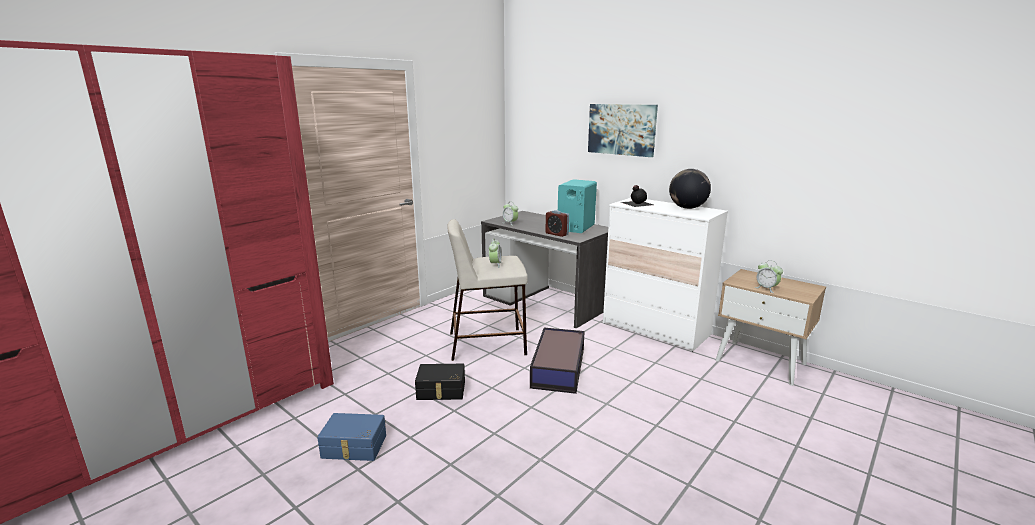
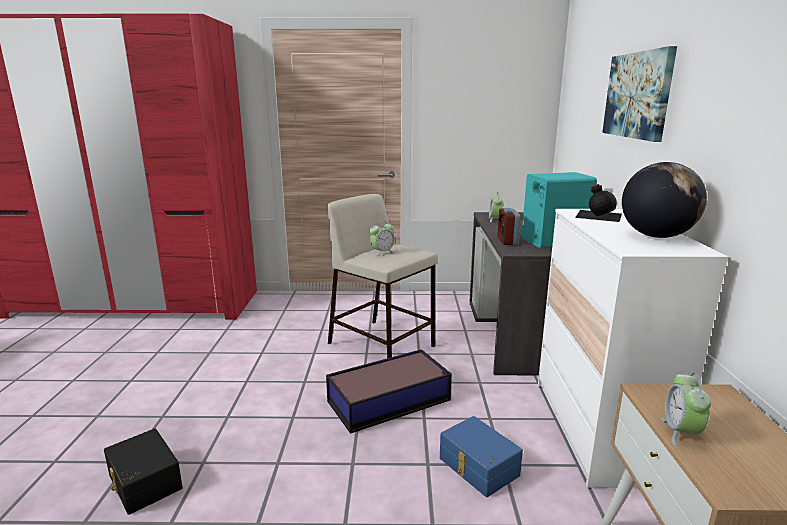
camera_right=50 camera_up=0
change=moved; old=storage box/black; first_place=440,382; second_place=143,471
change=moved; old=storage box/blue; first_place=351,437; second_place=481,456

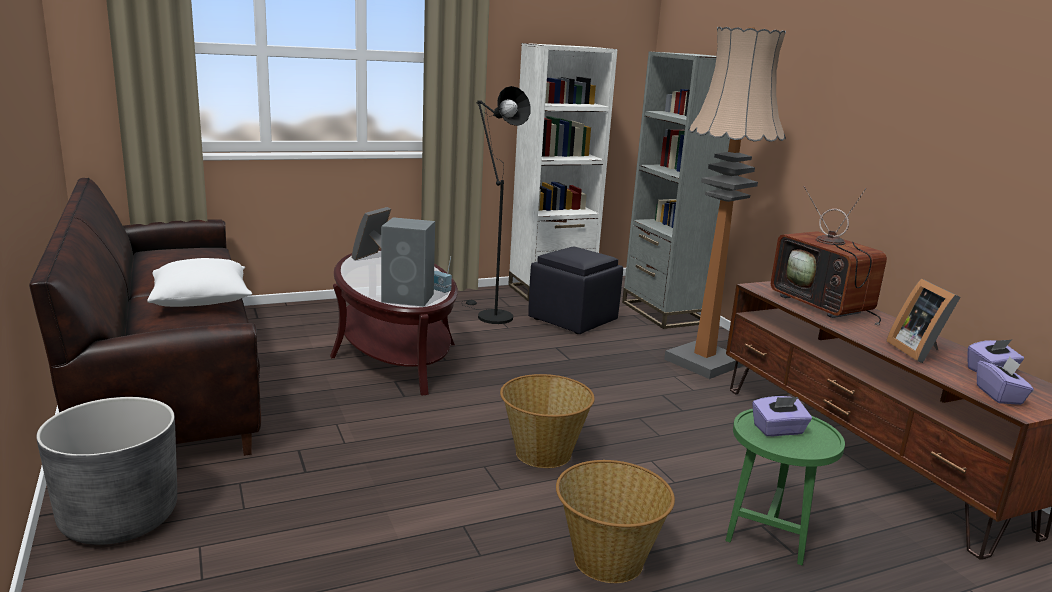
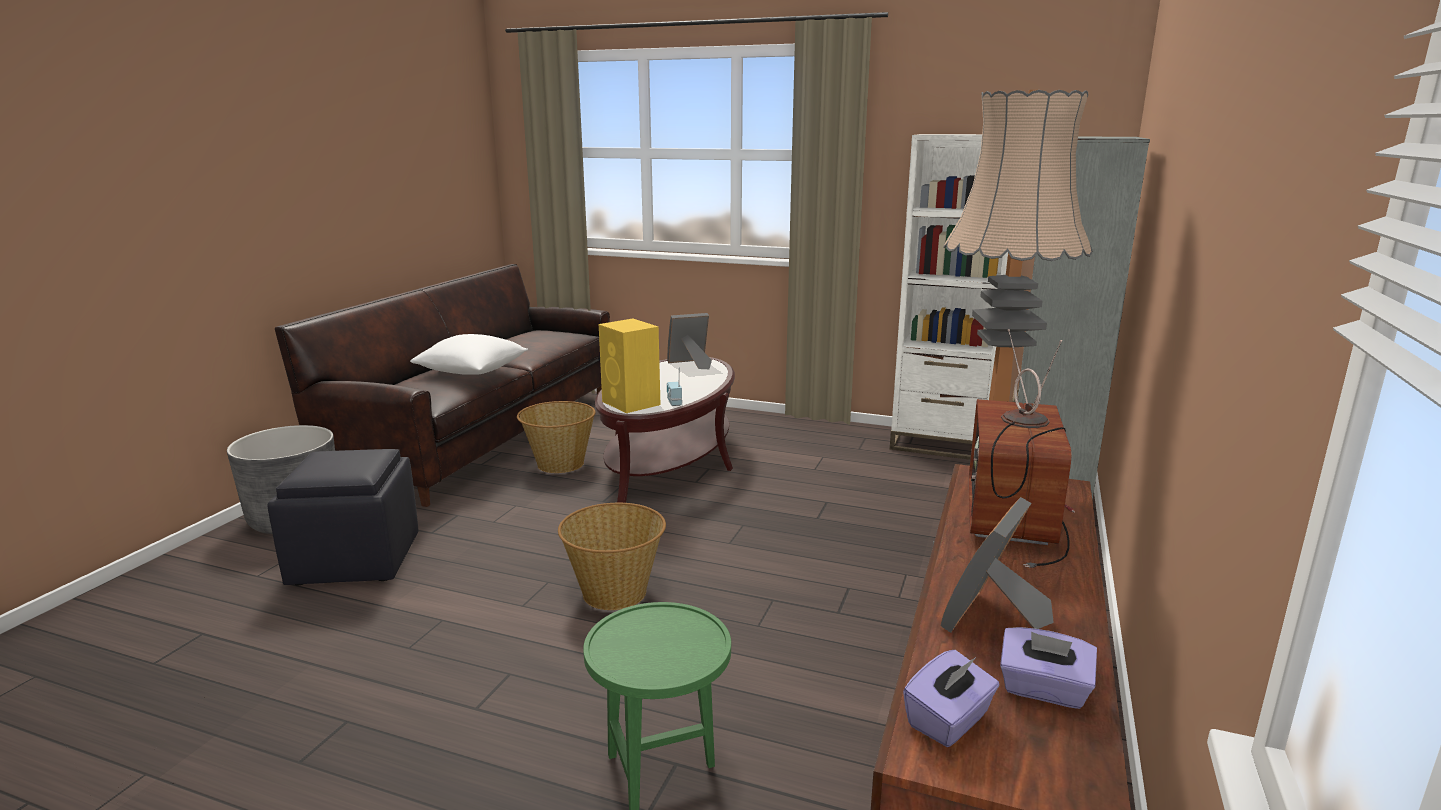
camera_right=45 camera_up=0
change=moved; old=ottoman/black; first_place=575,290; second_place=343,517
change=moved; old=household basket; first_place=615,521; second_place=556,437
change=recoloured; old=audio speaker/greyish; new=audio speaker/yellow; first_place=408,261; second_place=629,366
change=removed; old=standard lamp/black; first_place=496,205
change=removed; old=tissue box/purplish; first_place=782,416

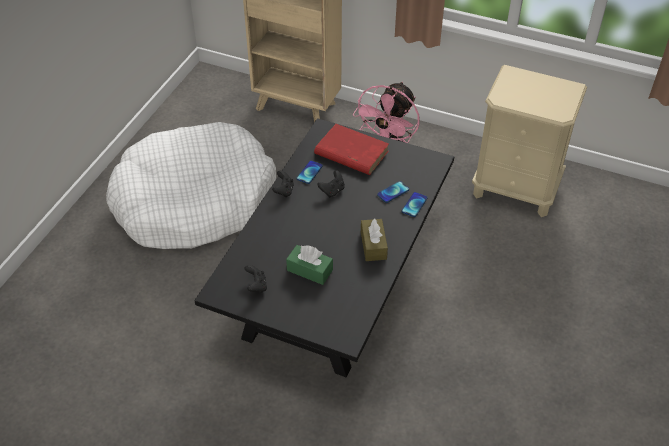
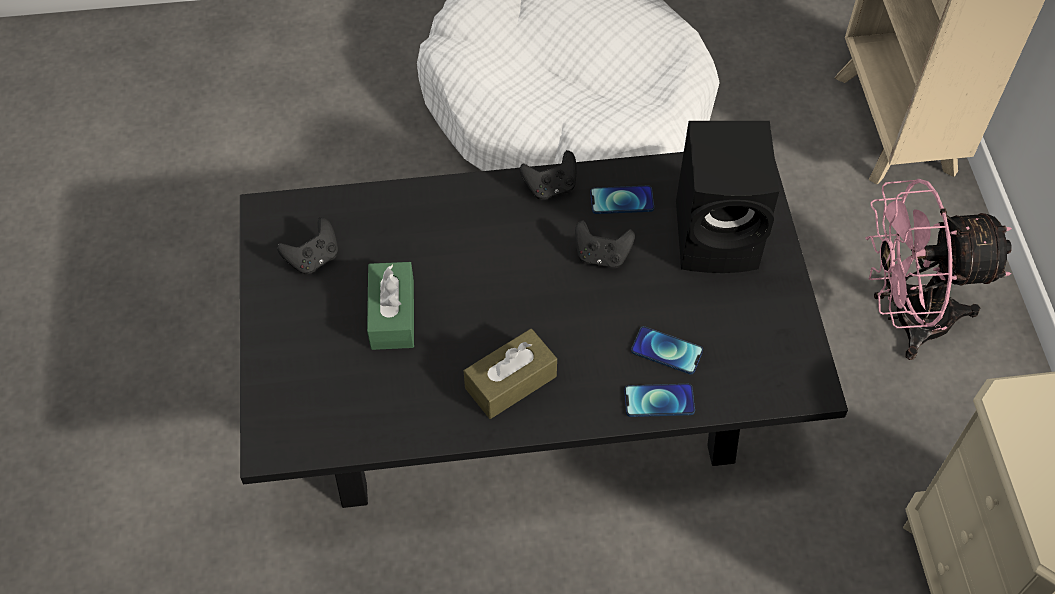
camera_right=60 camera_up=10
change=replaced; old=bound book/red-coloured; new=audio speaker/black; first_place=351,149; second_place=727,197

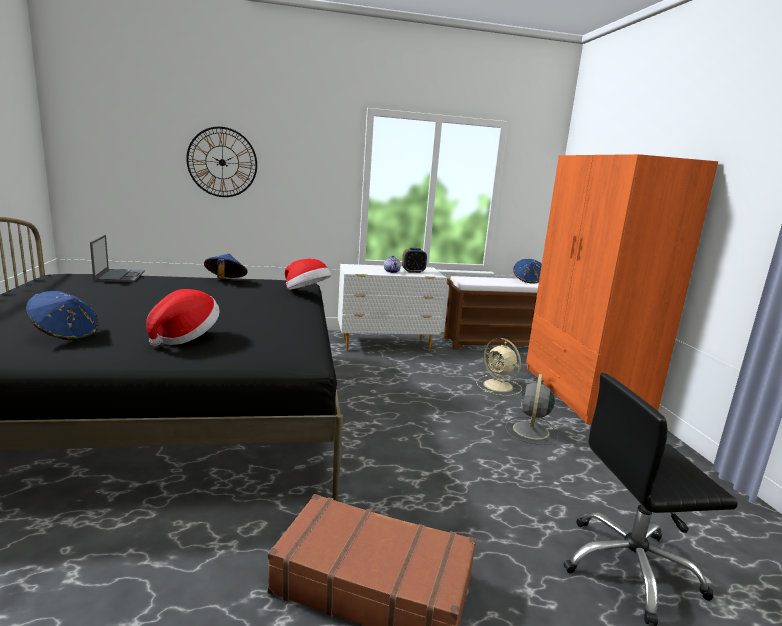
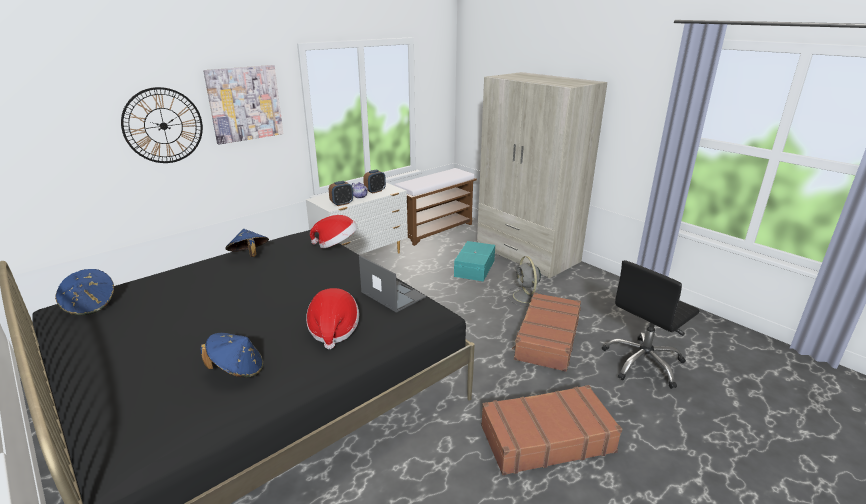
camera_right=-30 camera_up=10
change=moved; old=clothing hat/blue; first_place=527,271; second_place=85,292
change=added; new=wall art; second_place=243,105
change=added; new=alarm clock; second_place=341,193
change=moved; old=laptop; first_place=117,258; second_place=392,284
change=replaced; old=cooling fan/beige-coloured; new=storage box/turquoise; first_place=499,367; second_place=474,261
change=recoloured; old=armoire/orange-coloured; new=armoire/beige-coloured; first_place=622,289; second_place=542,175
change=added; new=piece of luggage/brown-coloured; second_place=546,332

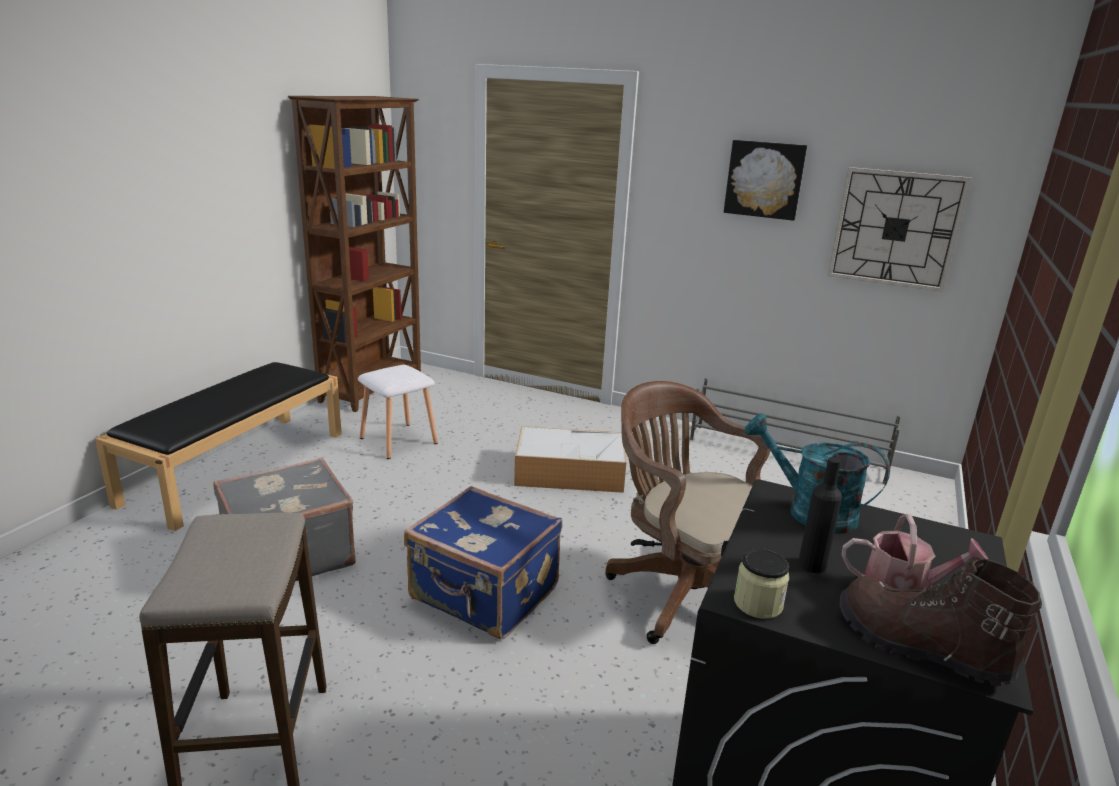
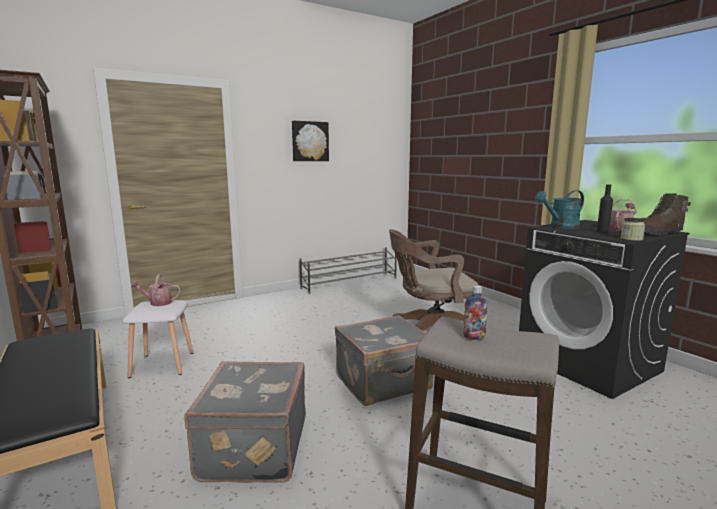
camera_right=-55 camera_up=-10
change=added; new=sprinkling can; second_place=156,290
change=recoloured; old=piece of luggage/blue; new=piece of luggage/greyish; first_place=483,563; second_place=384,360
change=added; new=bottle; second_place=475,312
change=removed; old=storage box; first_place=570,459
change=removed; old=hanging clock; first_place=899,229

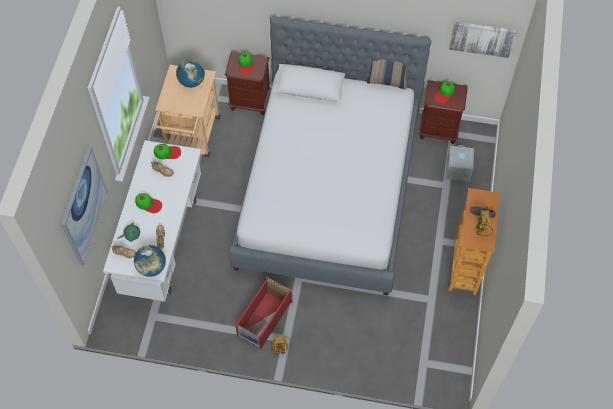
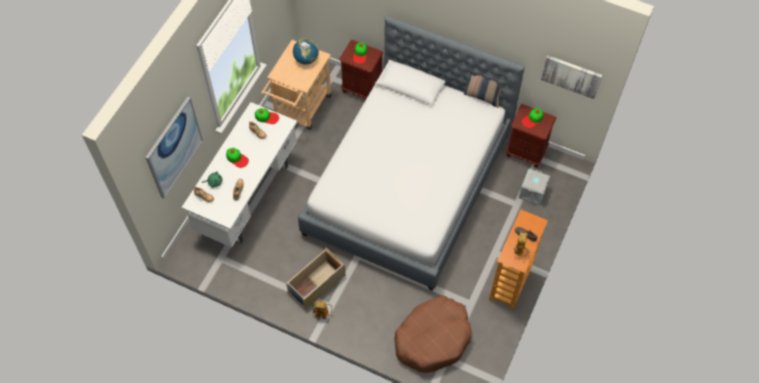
camera_right=15 camera_up=0
change=recoloured; old=storage box/red-coloured; new=storage box/beige-coloured; first_place=263,313; second_place=316,278
change=added; new=dog cushion/brown-coloured; second_place=433,334
change=removed; old=globe; first_place=150,261

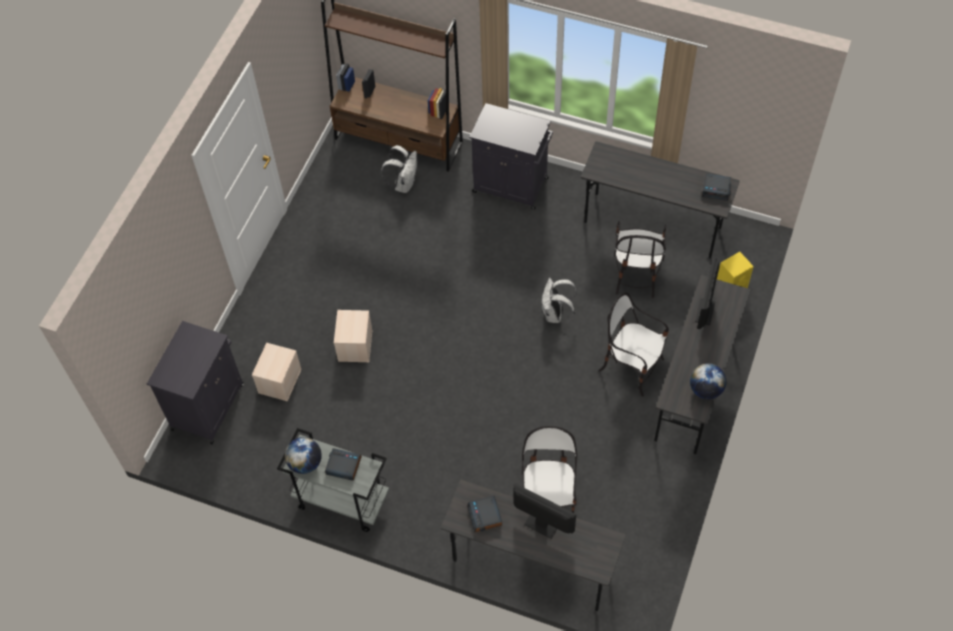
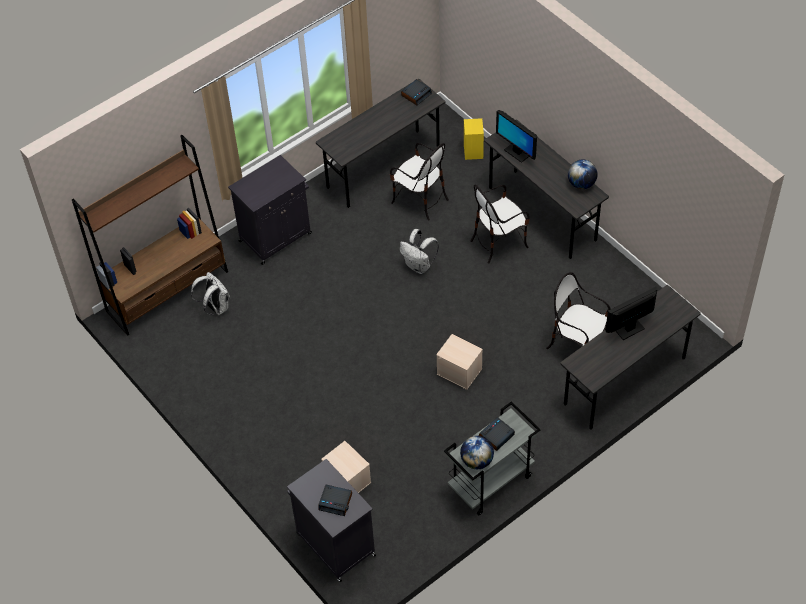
camera_right=-60 camera_up=-5
change=moved; old=alarm clock; first_place=484,514; second_place=335,500
change=moved; old=storage box/beige-coloured; first_place=353,336; second_place=459,362

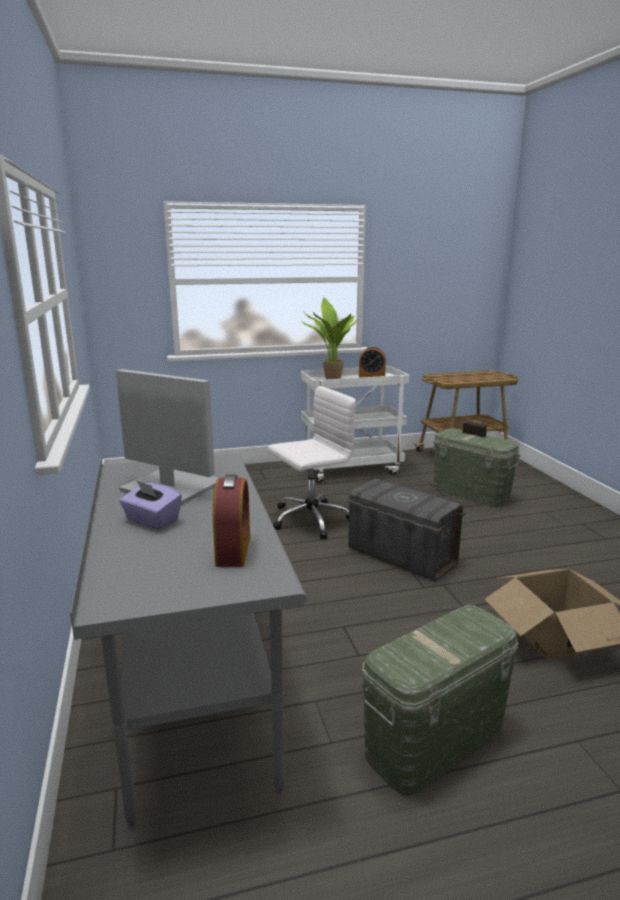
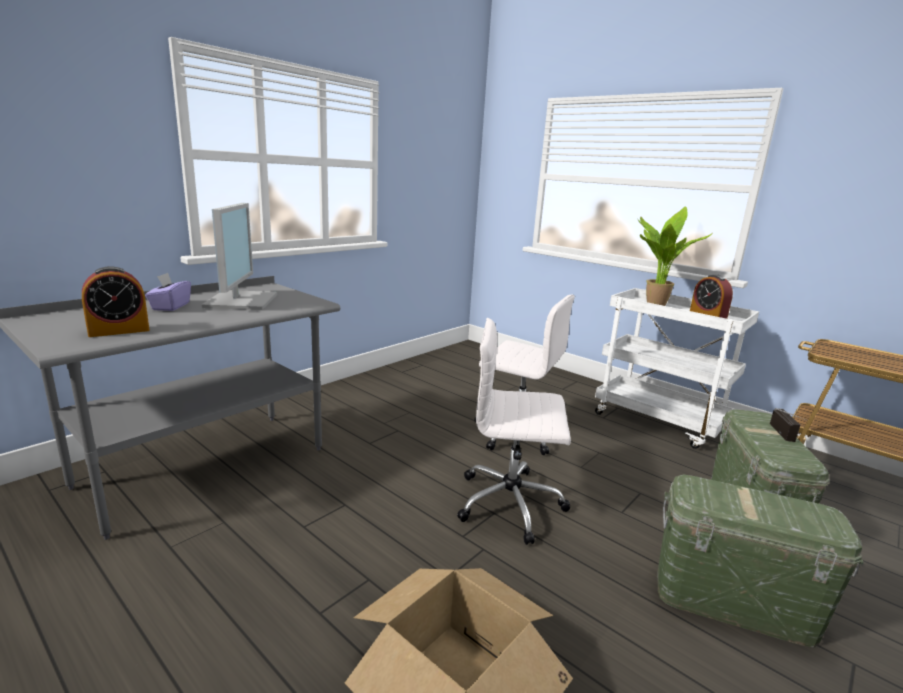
camera_right=55 camera_up=0
change=replaced; old=storage box/greyish; new=desk chair/white-coloured; first_place=406,530; second_place=514,431
change=moved; old=storage box/greenish; first_place=439,700; second_place=761,561

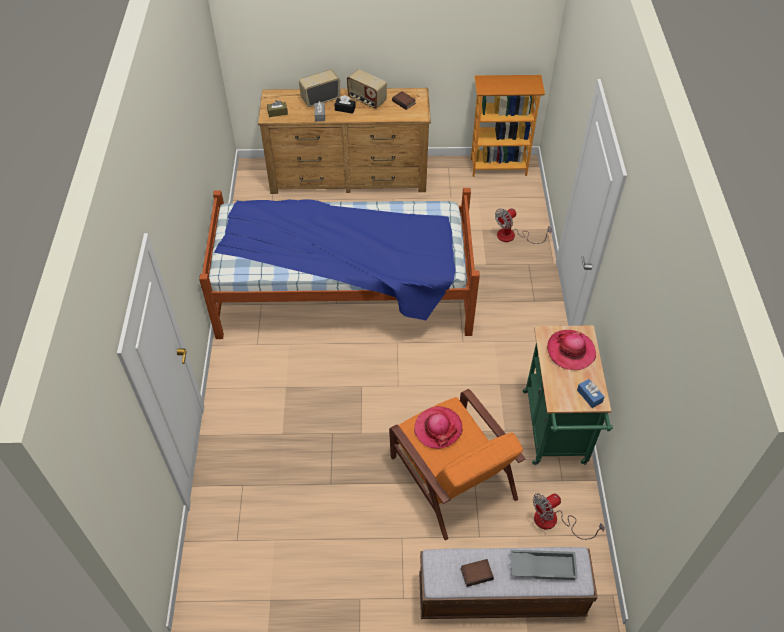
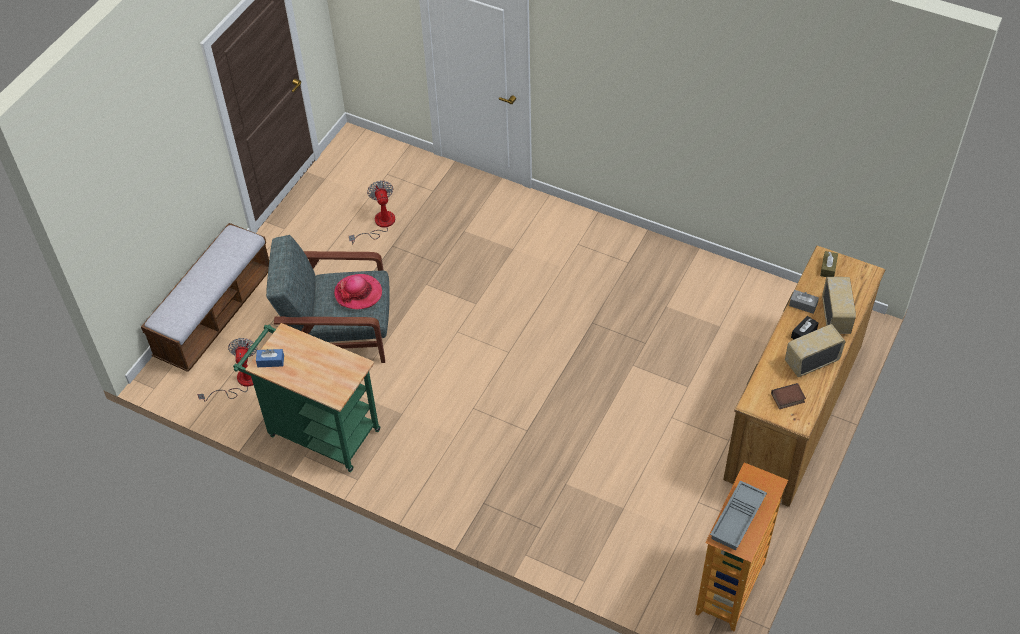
camera_right=120 camera_up=0
change=recoloured; old=lounge chair/orange-coloured; new=lounge chair/greyish; first_place=457,465; second_place=328,299
change=moved; old=cooling fan; first_place=523,226; second_place=372,212
change=moved; old=serving tray/greyish; first_place=544,565; second_place=738,515
change=removed; old=sleeping bed; first_place=339,263
change=removed; old=bound book; first_place=477,573
change=removed; old=clothing hat; first_place=571,350

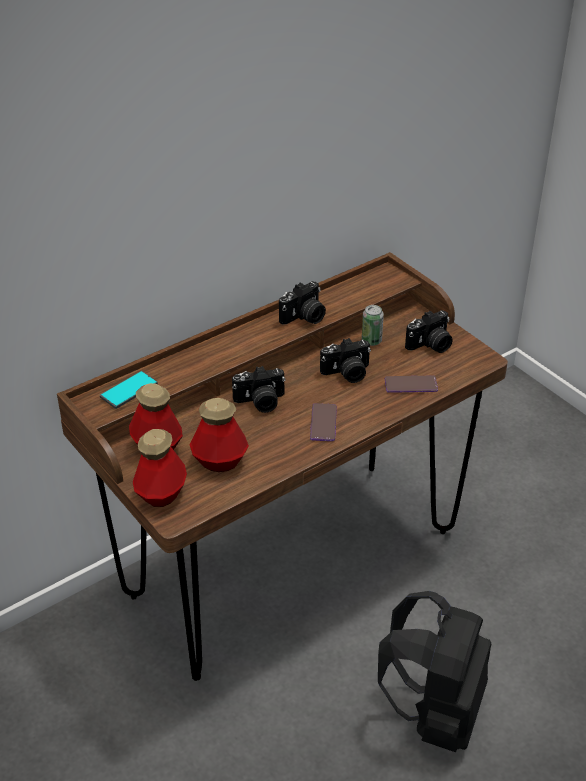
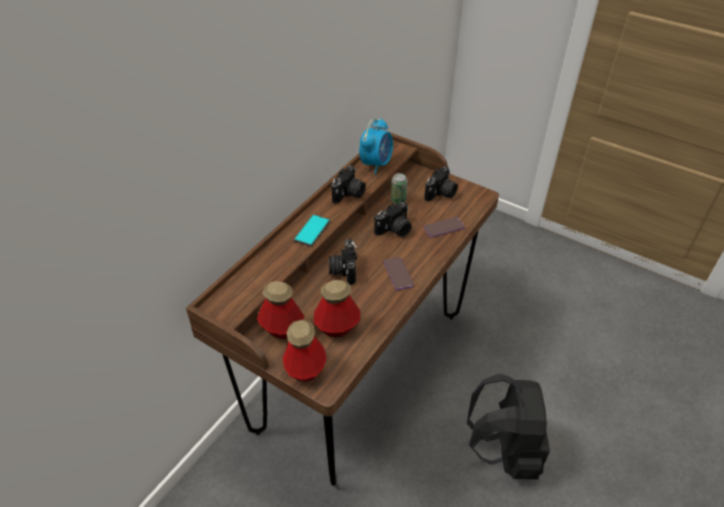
camera_right=-20 camera_up=5
change=moved; old=phone; first_place=129,390; second_place=312,230
change=turned; old=still camera; first_place=259,389; second_place=343,261; degrees=120
change=added; new=alarm clock; second_place=376,146

